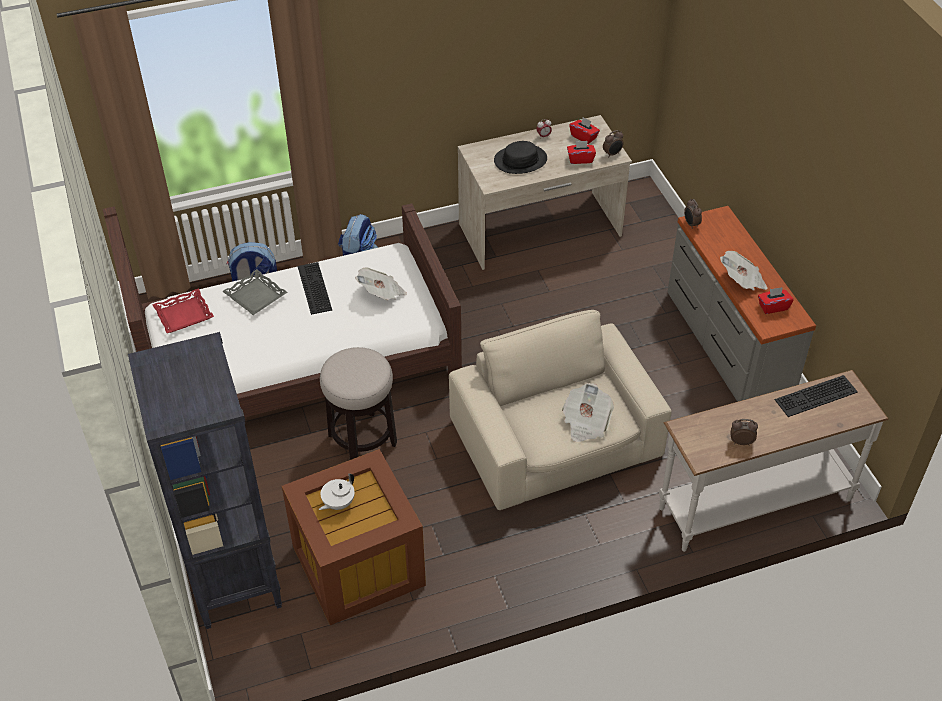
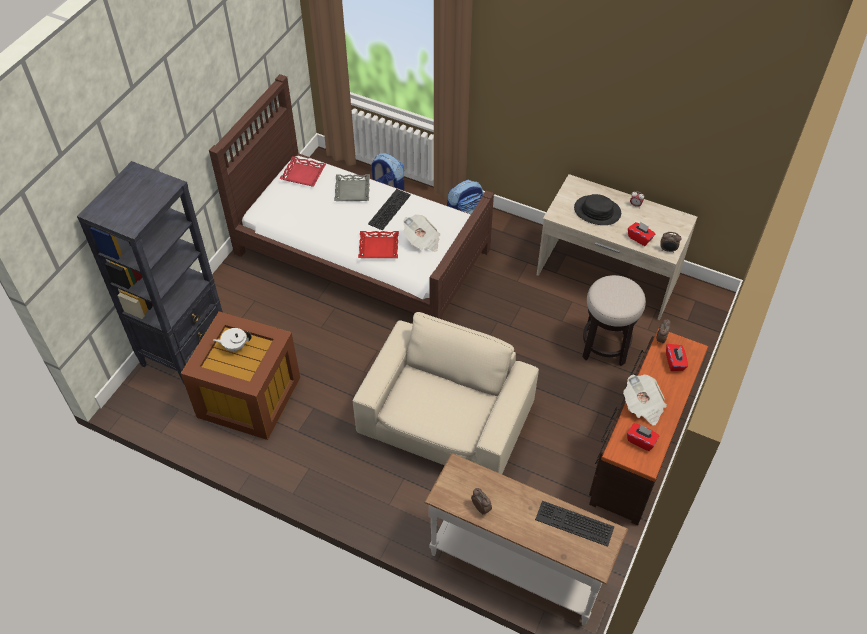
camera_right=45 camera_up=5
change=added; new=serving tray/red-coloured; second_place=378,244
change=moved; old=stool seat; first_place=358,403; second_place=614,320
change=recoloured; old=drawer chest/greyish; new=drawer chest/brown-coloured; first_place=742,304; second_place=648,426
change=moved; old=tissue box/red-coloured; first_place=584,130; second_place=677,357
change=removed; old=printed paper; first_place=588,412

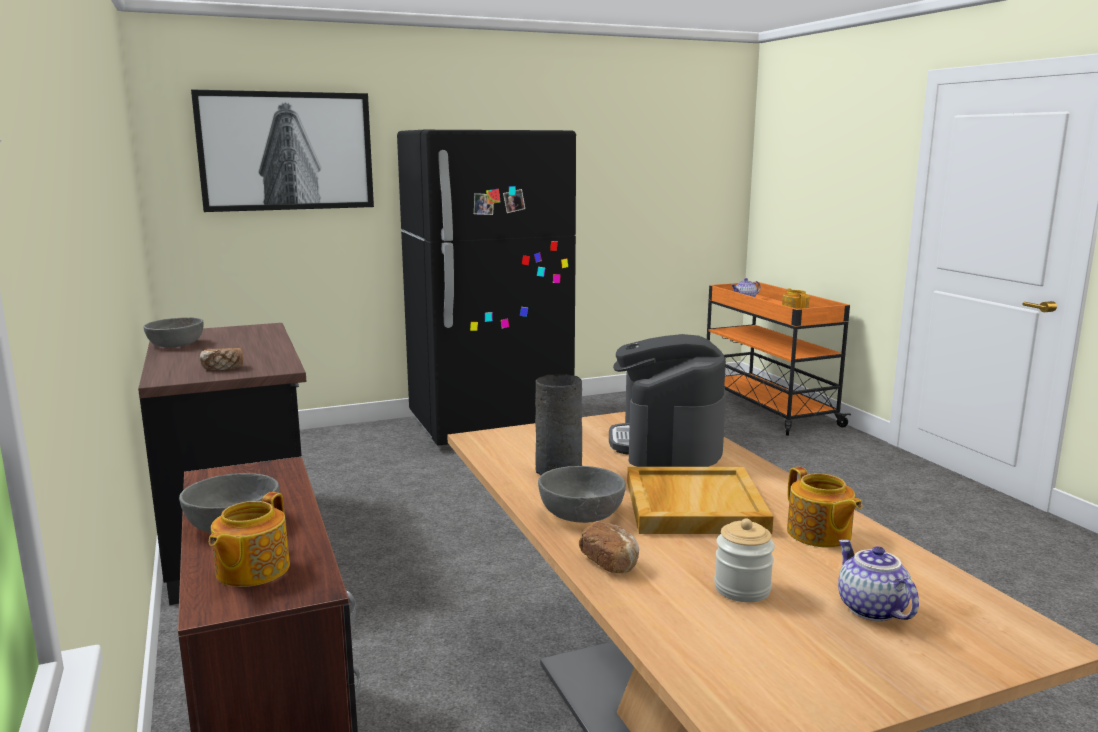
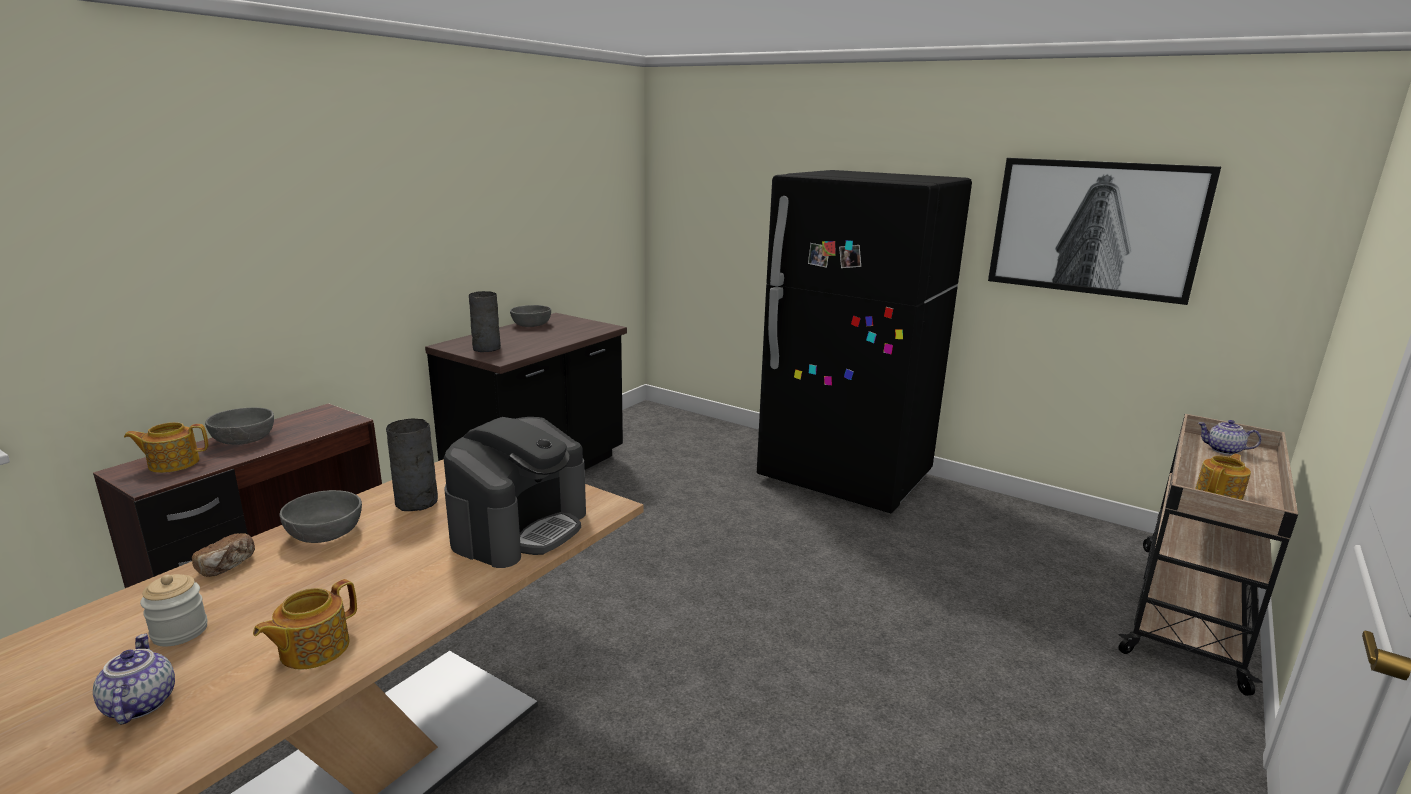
camera_right=55 camera_up=5
change=turned; old=tea pot; first_place=878,580; second_place=134,679; degrees=-60
change=turned; old=coffee maker; first_place=667,400; second_place=514,492; degrees=150
change=replaced; old=baked bread; new=vase/greyish; first_place=222,359; second_place=485,321
change=moved; old=wall art; first_place=282,150; second_place=1104,231
change=recoloured; old=trolley/orange-coloured; new=trolley/beige-coloured; first_place=779,359; second_place=1208,555
change=removed; old=serving tray/beige-coloured; first_place=700,500

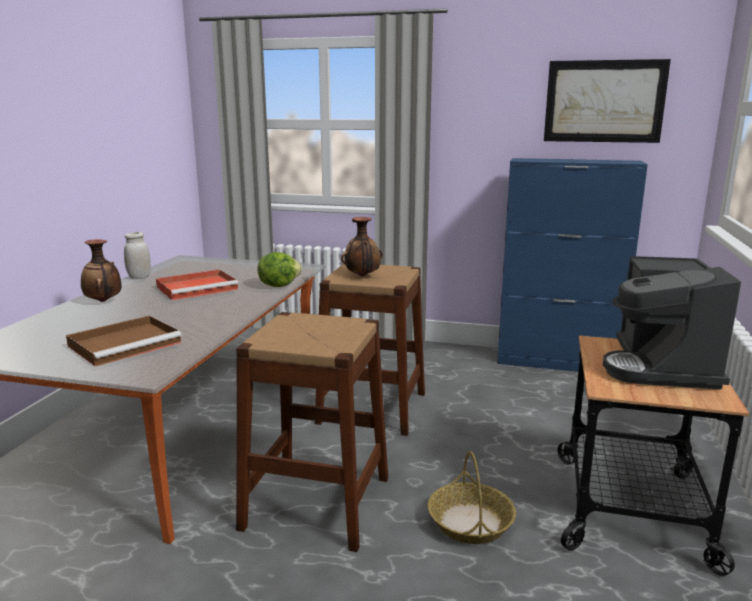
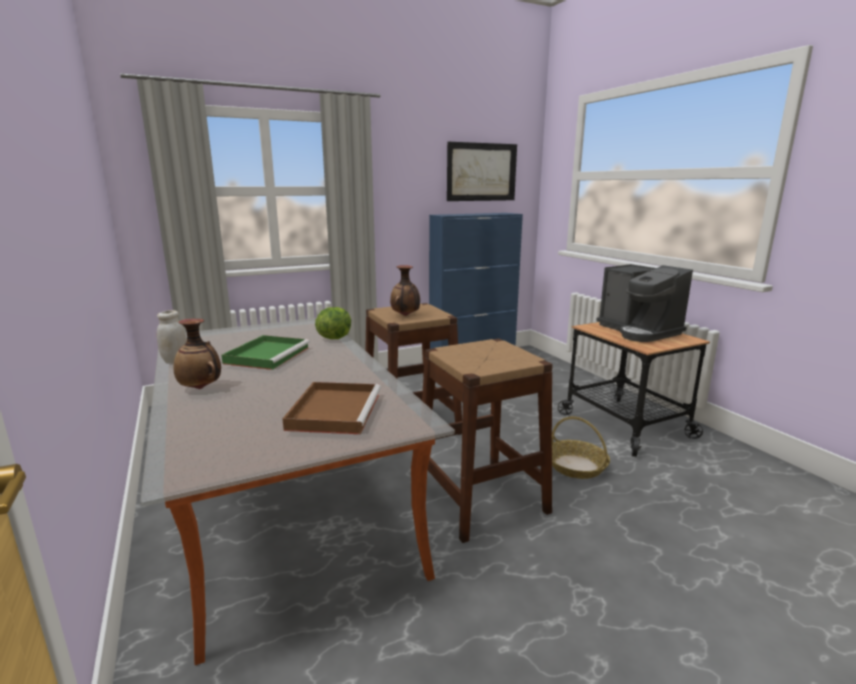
camera_right=-40 camera_up=0
change=recoloured; old=serving tray/red-coloured; new=serving tray/greenish; first_place=197,284; second_place=265,352

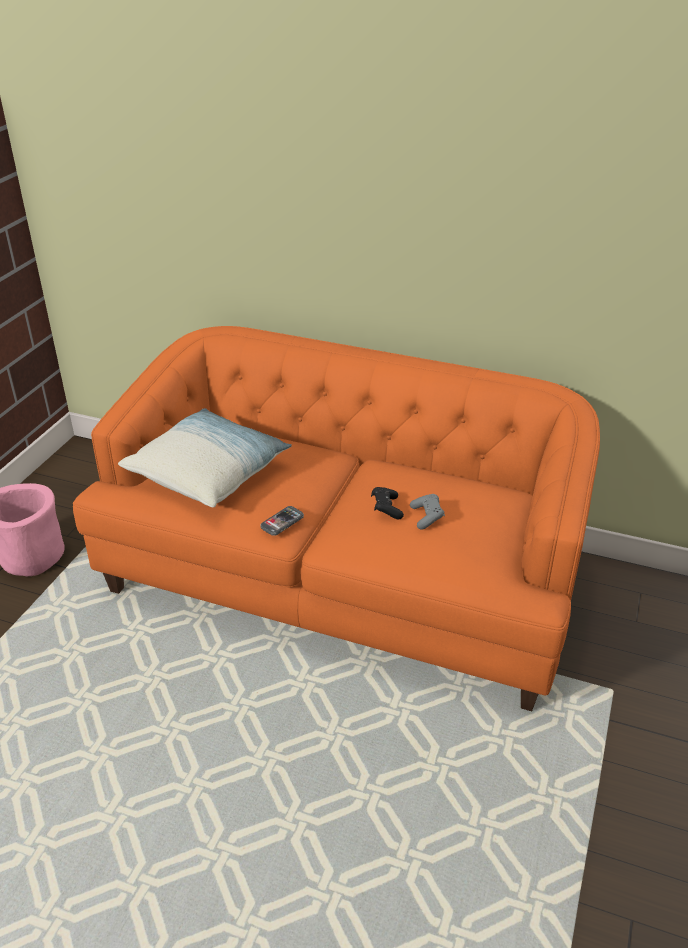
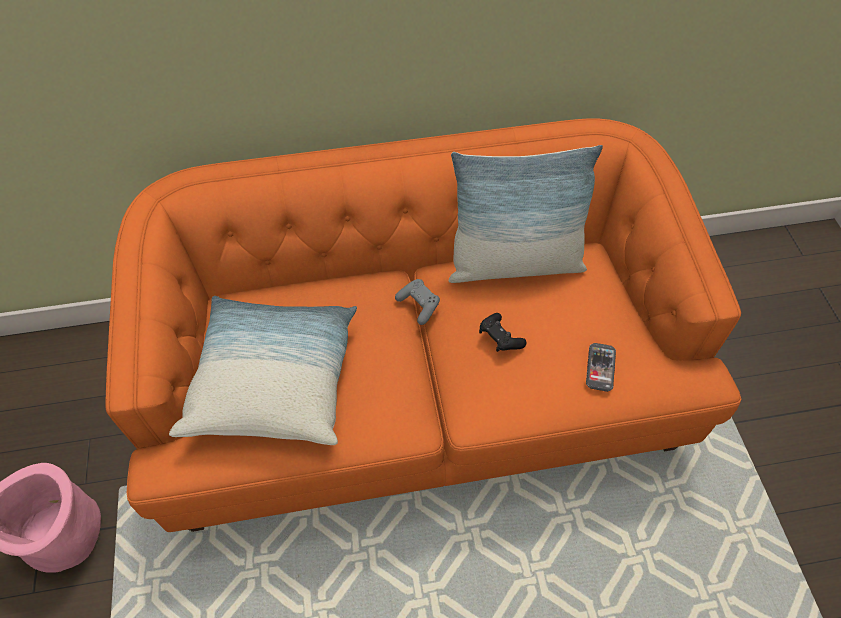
camera_right=-30 camera_up=20
change=moved; old=game controller/greyish; first_place=427,512; second_place=417,302
change=added; new=cushion; second_place=525,214
change=moved; old=phone; first_place=282,521; second_place=601,367

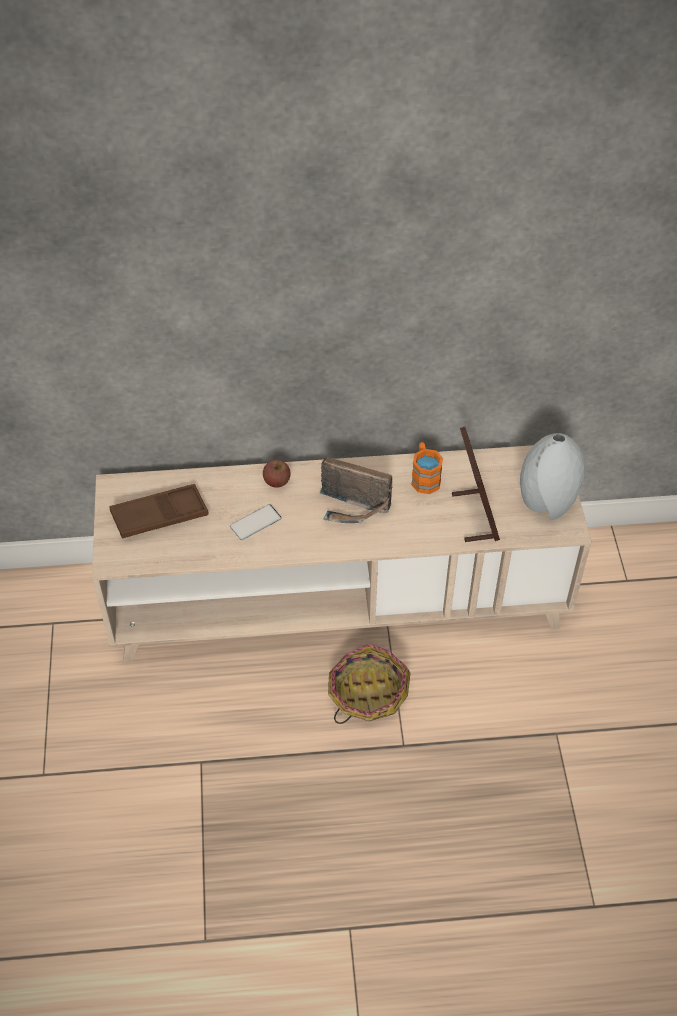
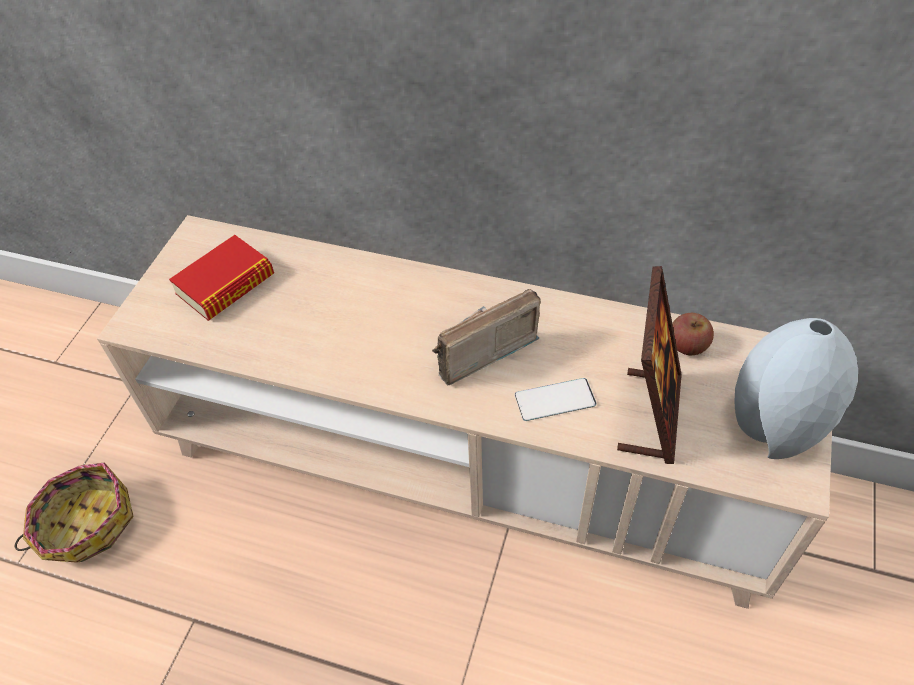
camera_right=25 camera_up=0
change=moved; old=household basket; first_place=369,683; second_place=74,513
change=replaced; old=serving tray/brown-coloured; new=bound book; first_place=158,511; second_place=221,277
change=turned; old=radio; first_place=356,490; second_place=486,337; degrees=105
change=moved; old=phone; first_place=256,522; second_place=556,399
change=moved; old=apple fruit; first_place=277,474; second_place=693,334
change=removed; old=tea mug/orange-coloured; first_place=427,468

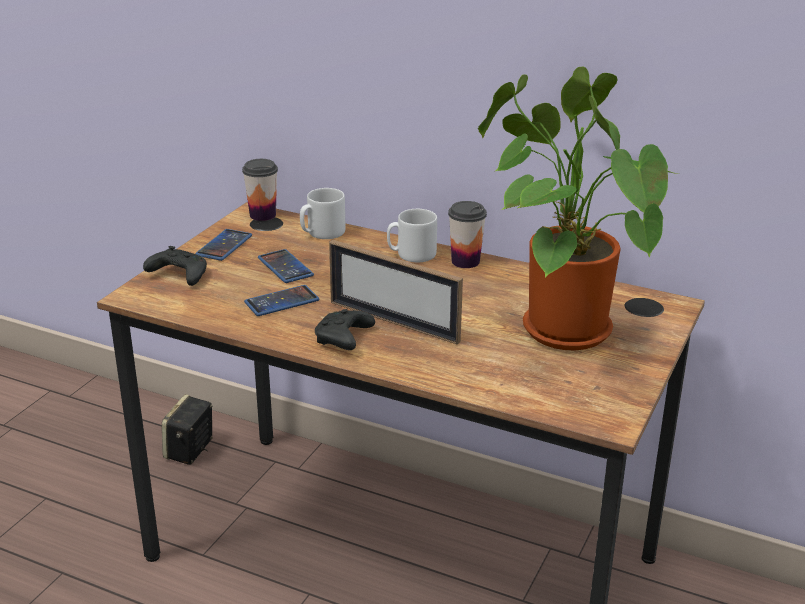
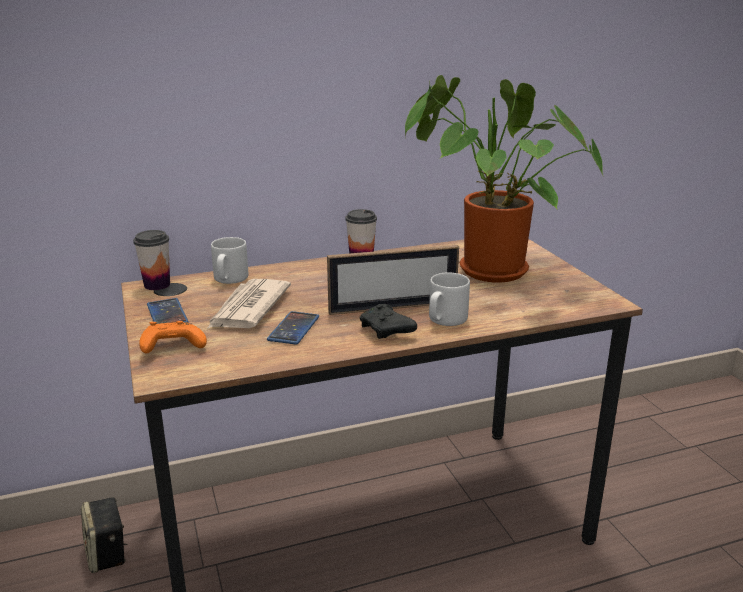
camera_right=-45 camera_up=-5
change=recoloured; old=game controller/black; new=game controller/orange-coloured; first_place=175,266; second_place=173,337
change=replaced; old=phone; new=printed paper; first_place=286,266; second_place=249,303
change=moved; old=tea mug/greyish; first_place=412,235; second_place=449,299

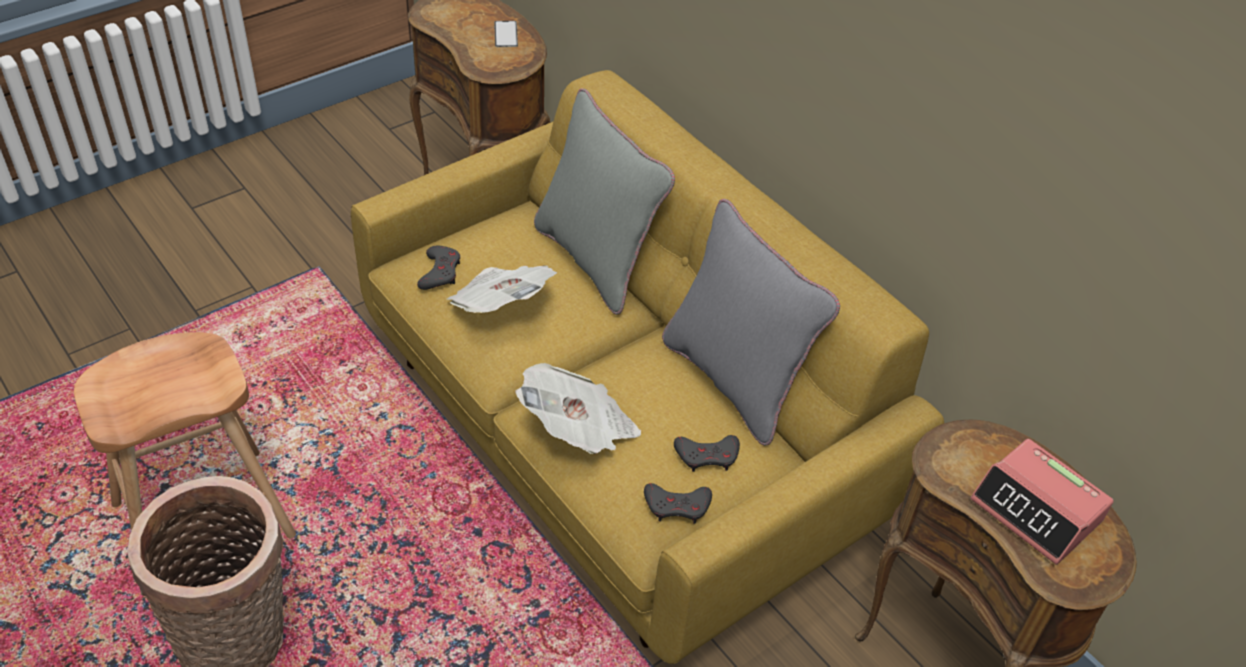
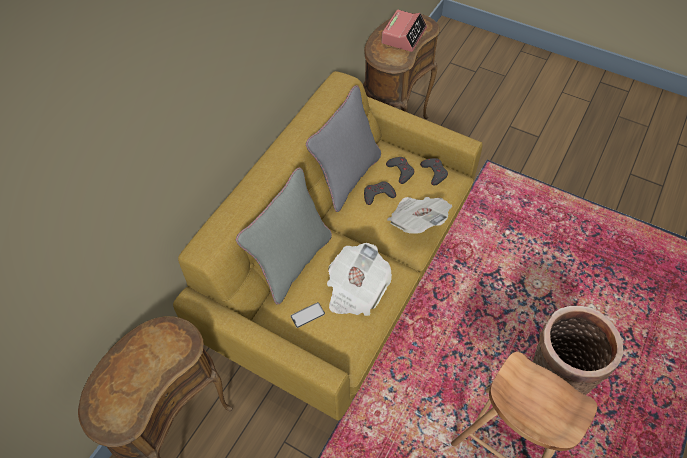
camera_right=-110 camera_up=10
change=moved; old=phone; first_place=506,34; second_place=308,315
change=moved; old=game controller/greyish; first_place=438,268; second_place=380,193

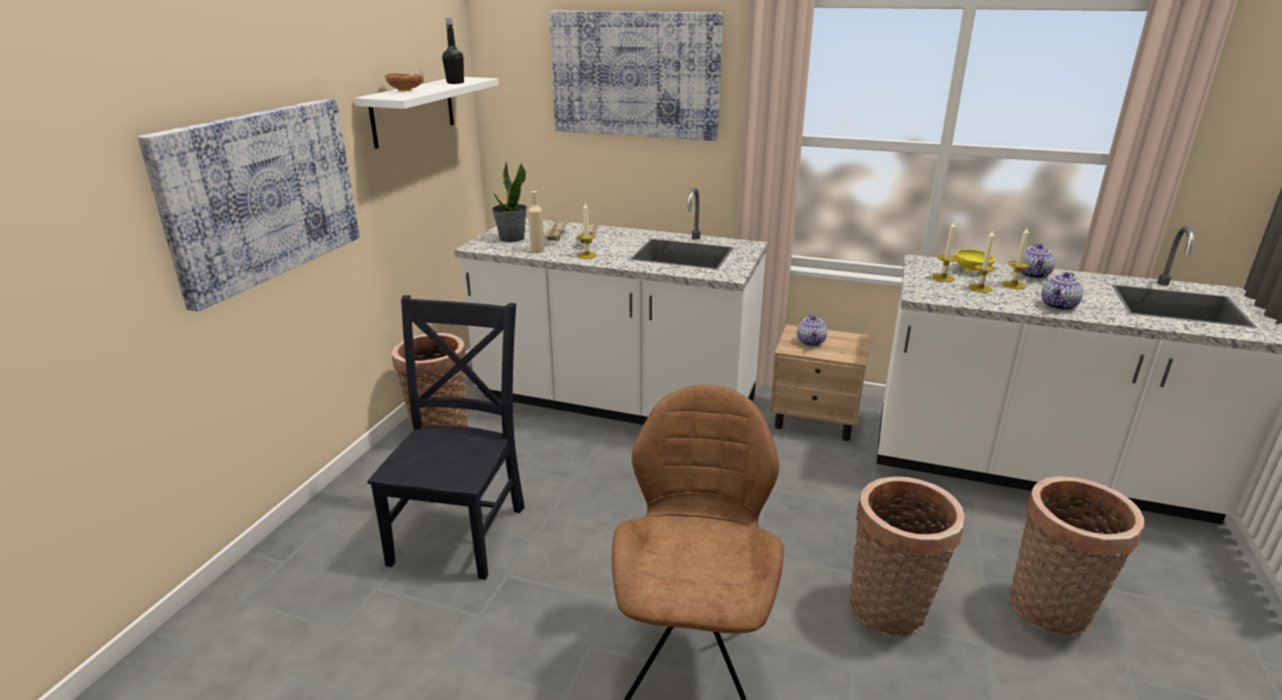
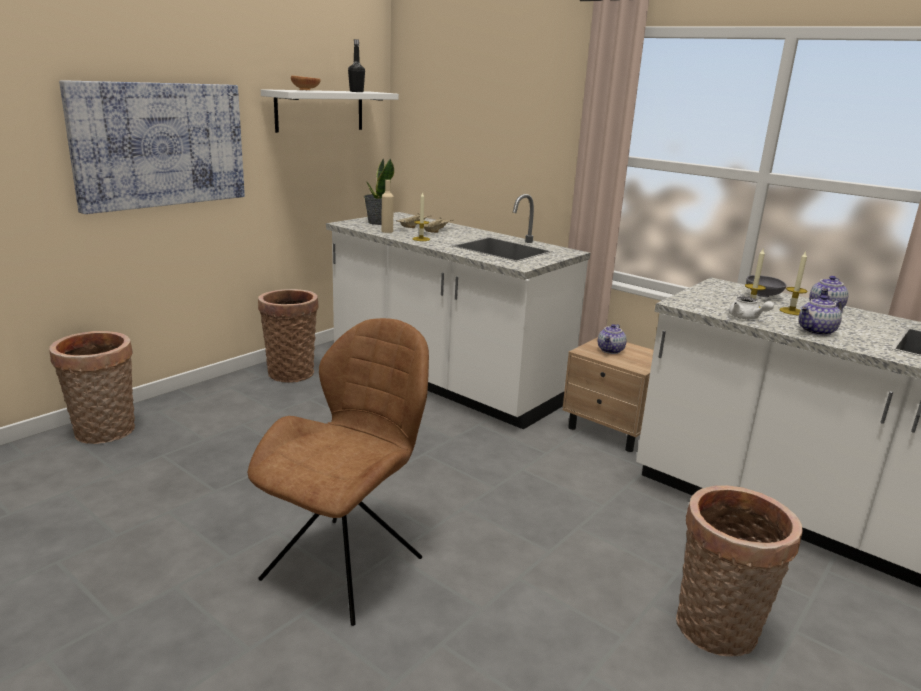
camera_right=20 camera_up=-5
change=moved; old=household basket; first_place=907,556; second_place=92,387
change=added; new=tea pot/white-coloured; second_place=751,307
change=recoloured; old=serving bowl/yellow; new=serving bowl/greyish; first_place=975,260; second_place=766,286
change=removed; old=chair/black; first_place=446,437
change=removed; old=wall art; first_place=636,76
change=removed; old=wax light; first_place=944,252

